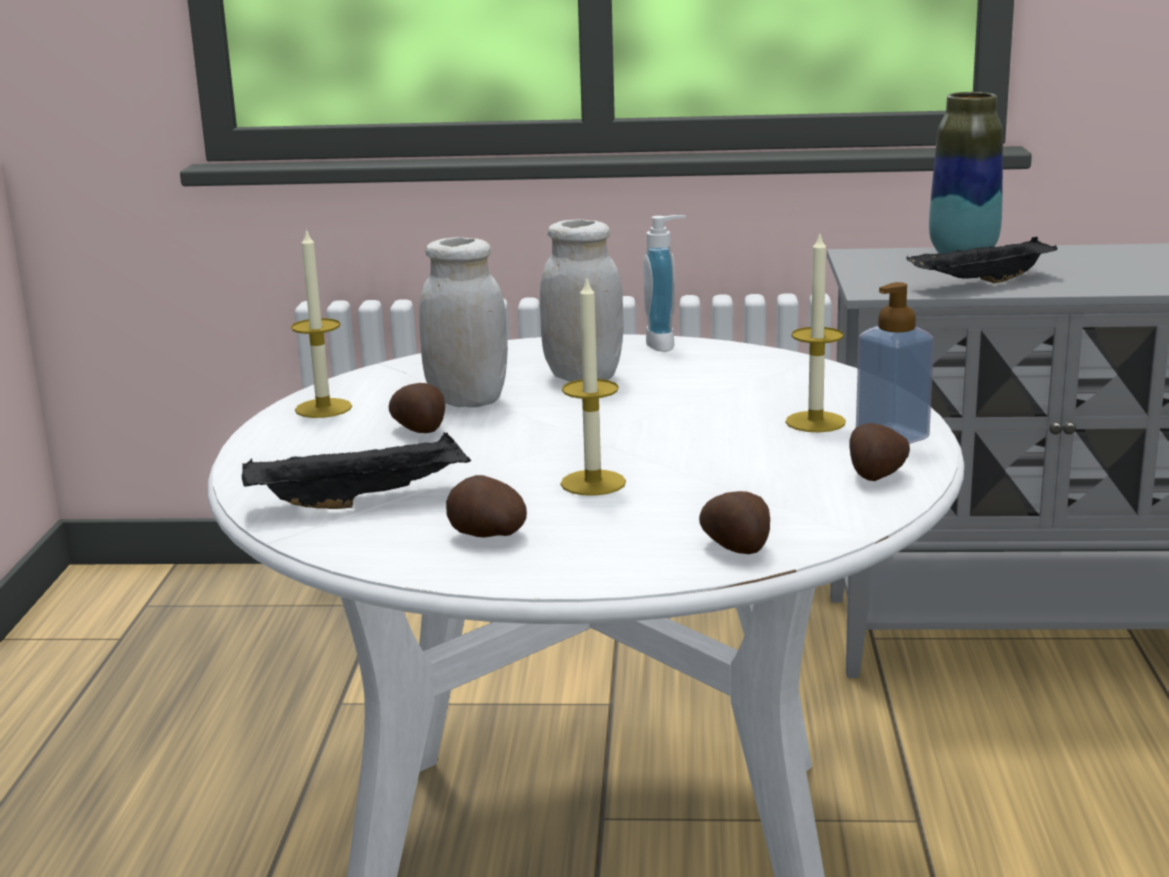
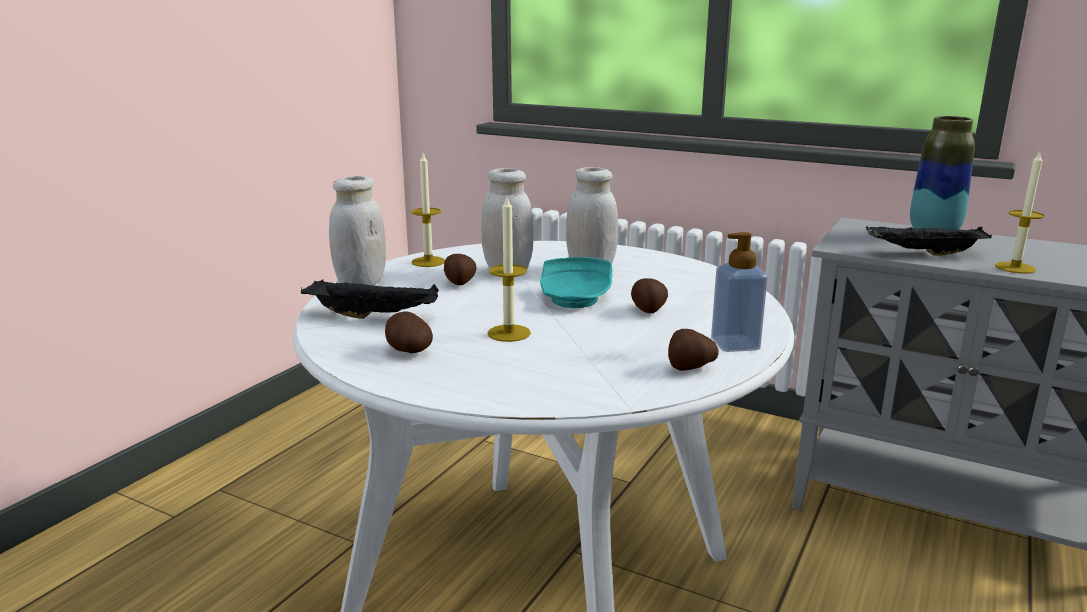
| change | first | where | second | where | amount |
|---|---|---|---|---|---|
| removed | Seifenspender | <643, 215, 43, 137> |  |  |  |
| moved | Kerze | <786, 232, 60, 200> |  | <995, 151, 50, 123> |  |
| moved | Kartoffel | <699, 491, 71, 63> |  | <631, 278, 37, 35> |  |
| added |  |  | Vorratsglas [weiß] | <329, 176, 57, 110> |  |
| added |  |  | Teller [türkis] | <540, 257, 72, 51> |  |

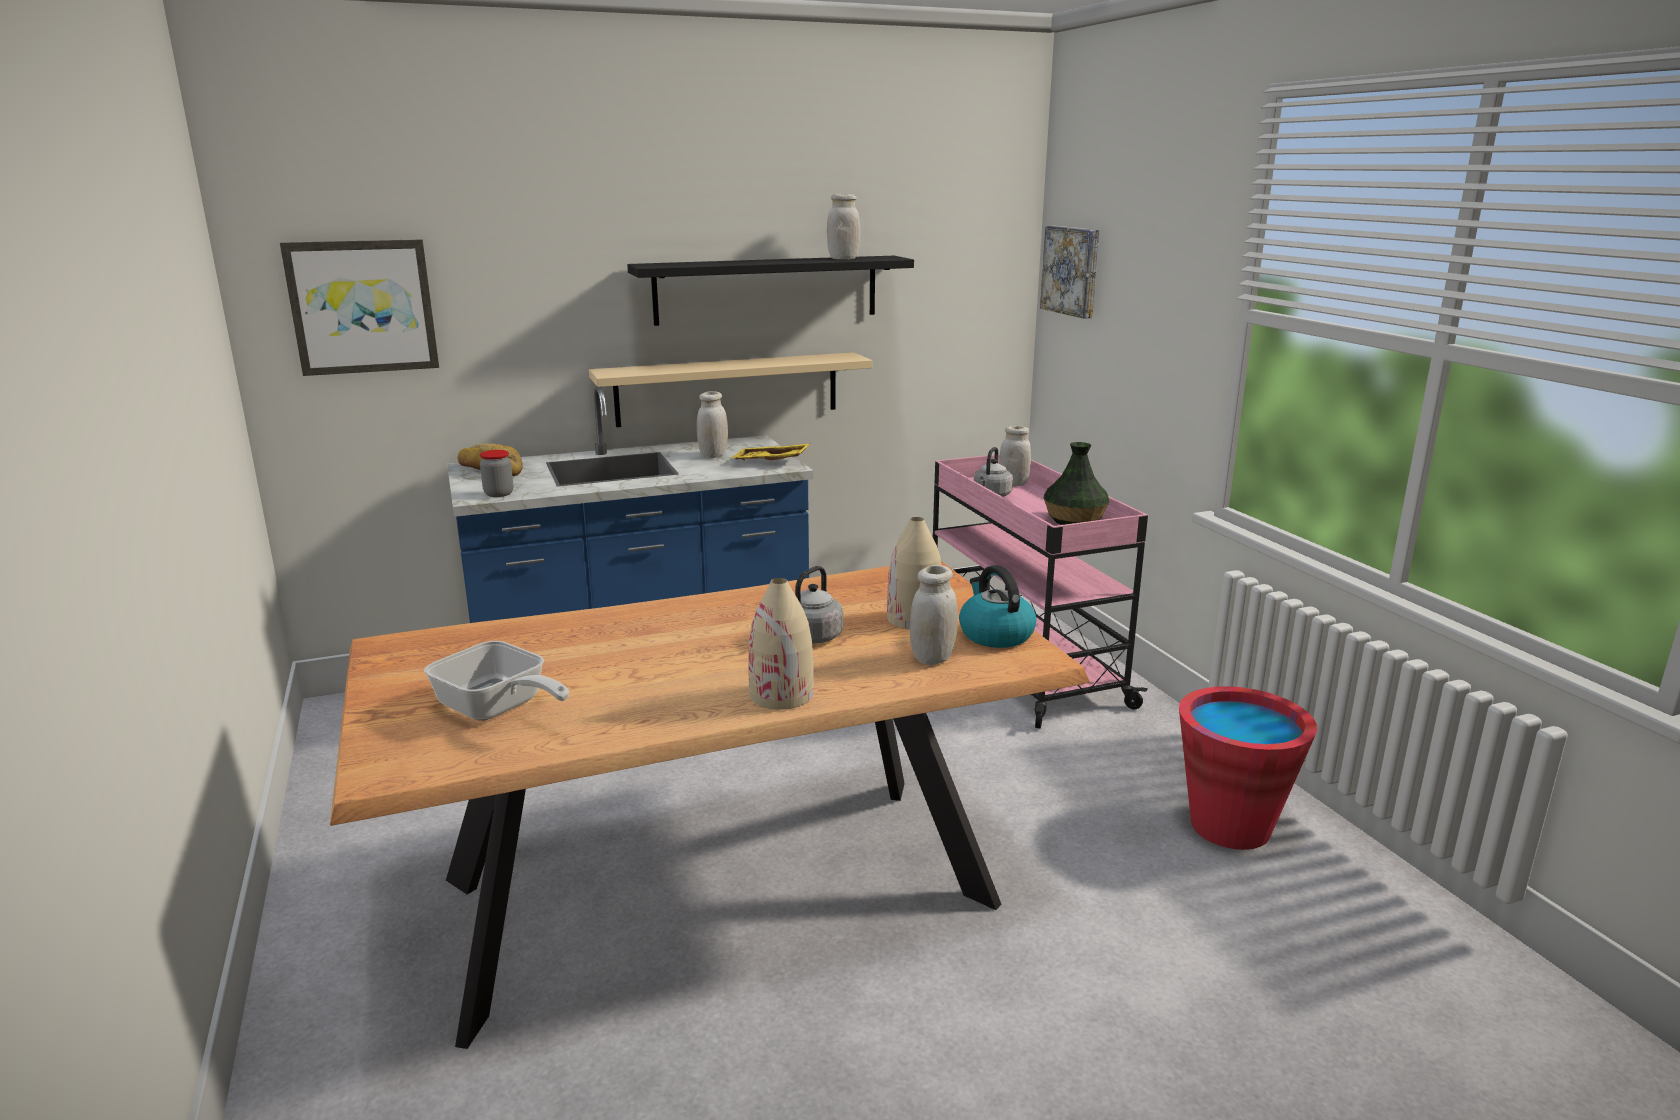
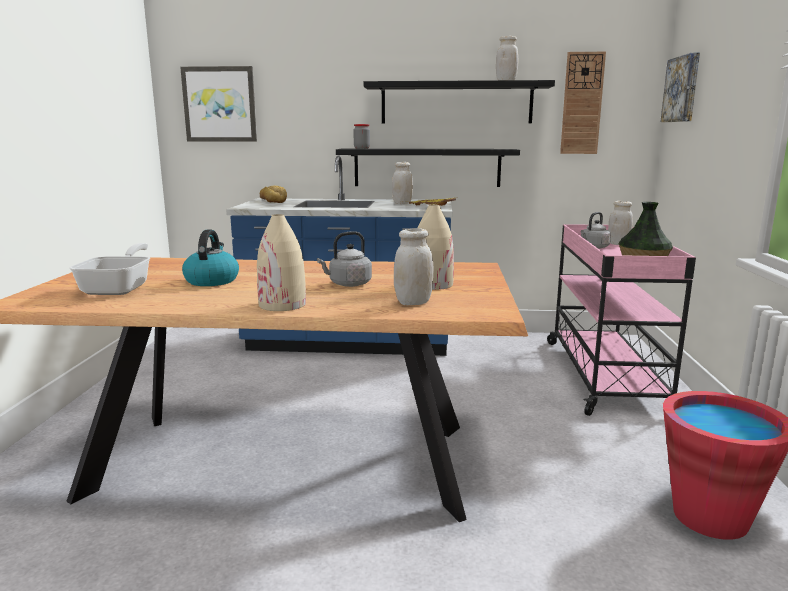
| change | first | where | second | where | amount |
|---|---|---|---|---|---|
| recoloured | Wandregal [beige] | <589, 352, 283, 75> | Wandregal [schwarz] | <336, 149, 184, 38> |  |
| moved | Vorratsglas | <480, 450, 33, 47> |  | <353, 124, 17, 25> |  |
| moved | Wasserkessel | <959, 565, 77, 83> |  | <182, 230, 57, 56> |  |
| turned | Pfanne | <424, 641, 145, 80> |  | <69, 243, 81, 52> | 150 degrees counterclockwise |
| added |  |  | Wanduhr | <560, 52, 46, 102> |  |

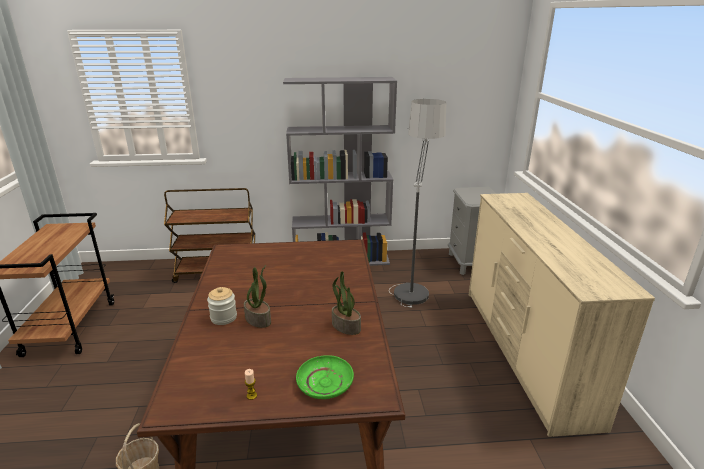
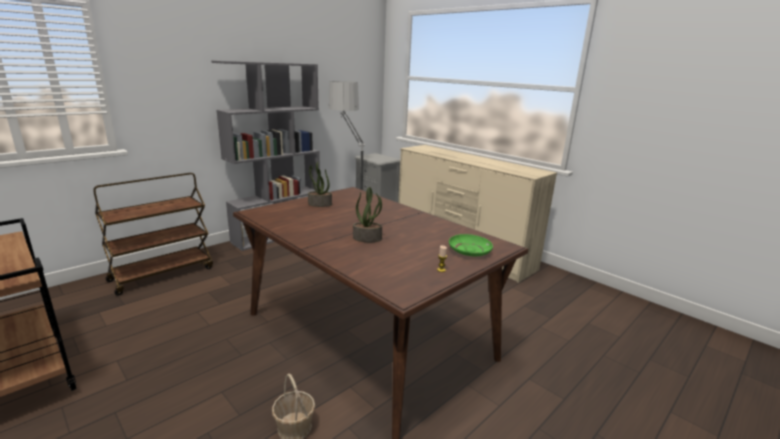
| change | first | where | second | where | amount |
|---|---|---|---|---|---|
| moved | Topfpflanze | <332, 271, 29, 64> |  | <308, 162, 24, 45> |  |
| removed | Vorratsglas | <207, 287, 30, 38> |  |  |  |

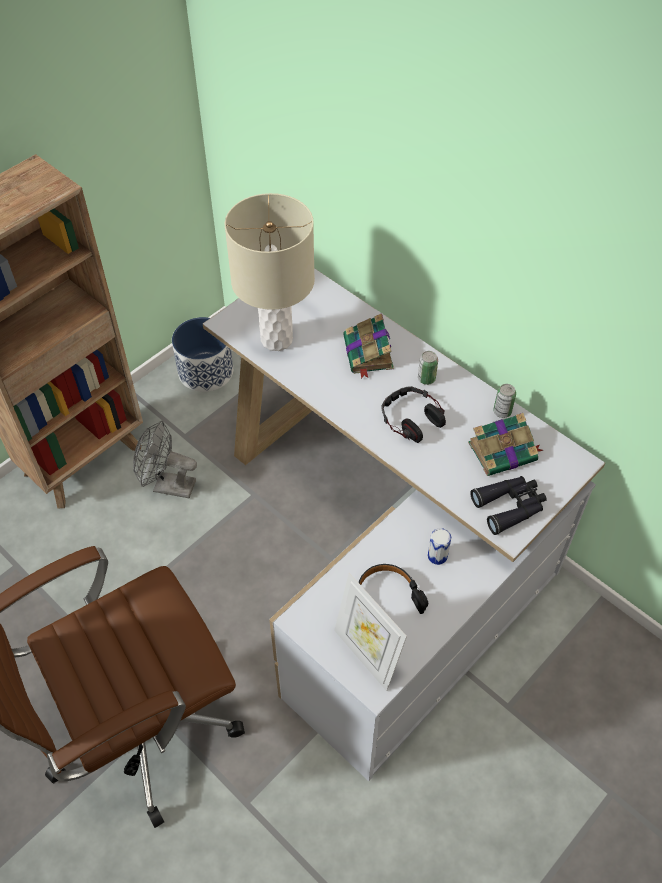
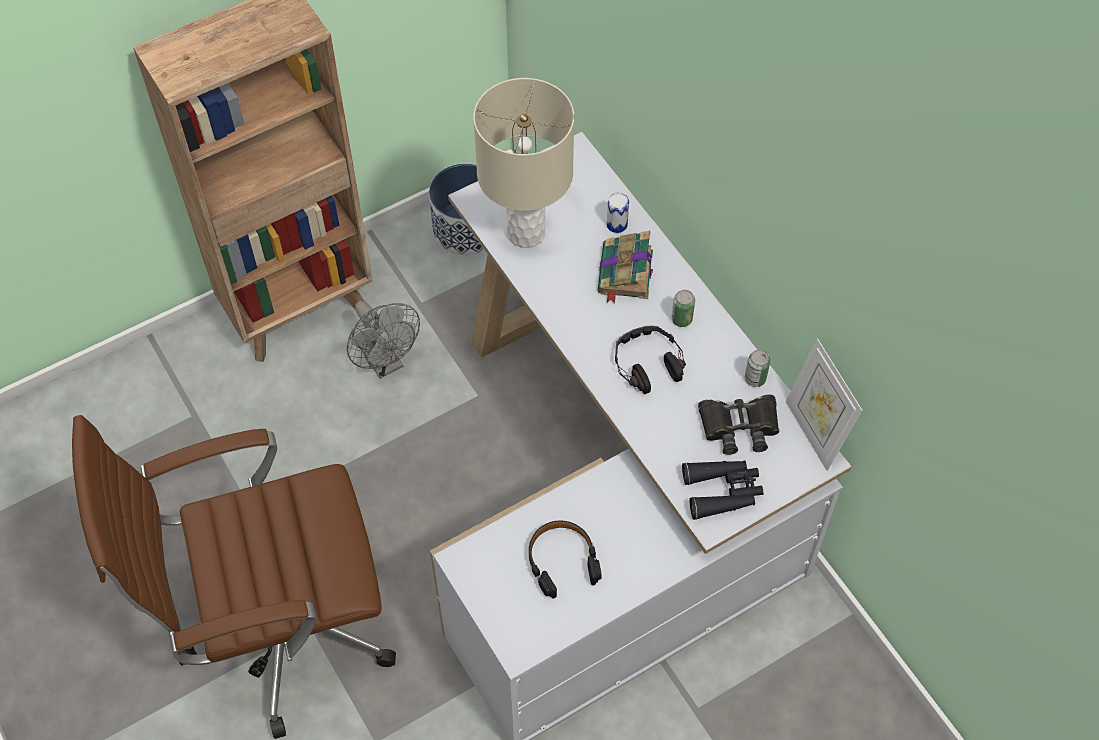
| change | first | where | second | where | amount |
|---|---|---|---|---|---|
| replaced | Buch | <468, 413, 75, 63> | Fernglas [schwarz] | <698, 394, 81, 61> |  |
| turned | Ventilator [grau] | <133, 421, 64, 77> |  | <347, 301, 73, 78> | 150 degrees counterclockwise |
| moved | Dose | <428, 528, 23, 37> |  | <607, 193, 22, 40> |  |
| moved | Bilderrahmen | <334, 573, 73, 118> |  | <786, 338, 76, 133> |  |

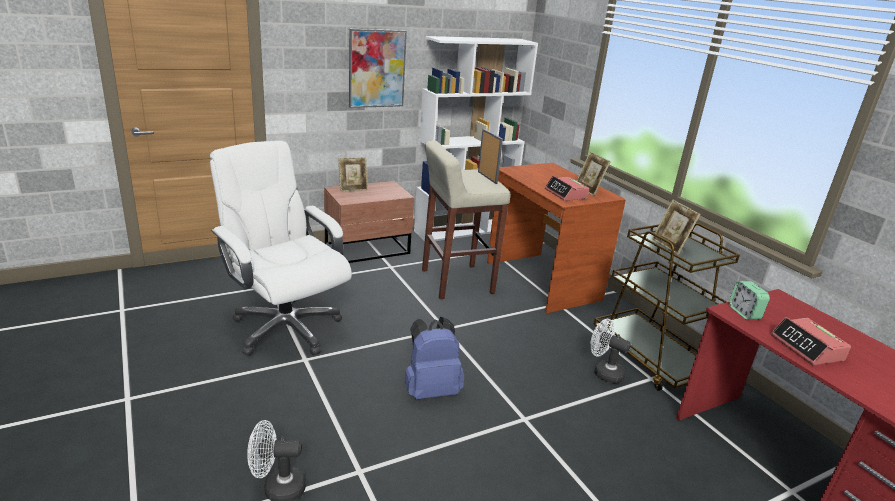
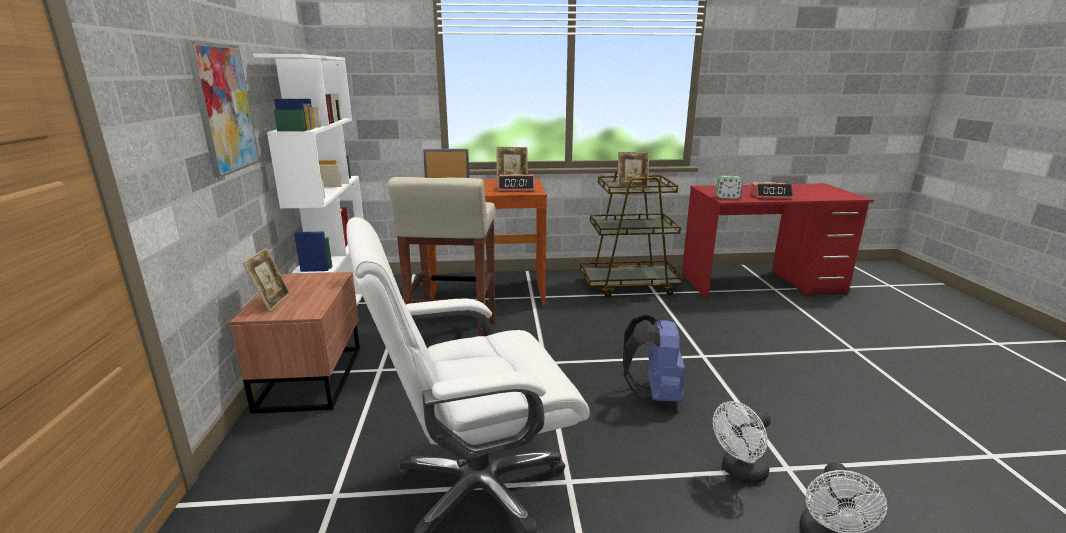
| change | first | where | second | where | amount |
|---|---|---|---|---|---|
| moved | Ventilator [weiß] | <591, 319, 40, 65> |  | <713, 401, 58, 83> |  |

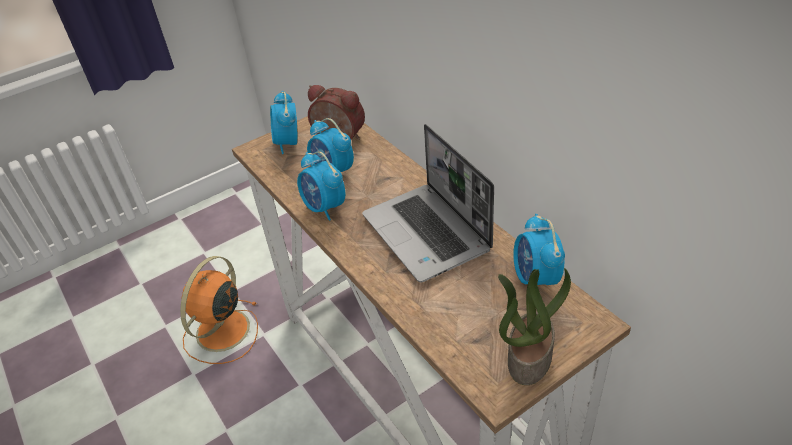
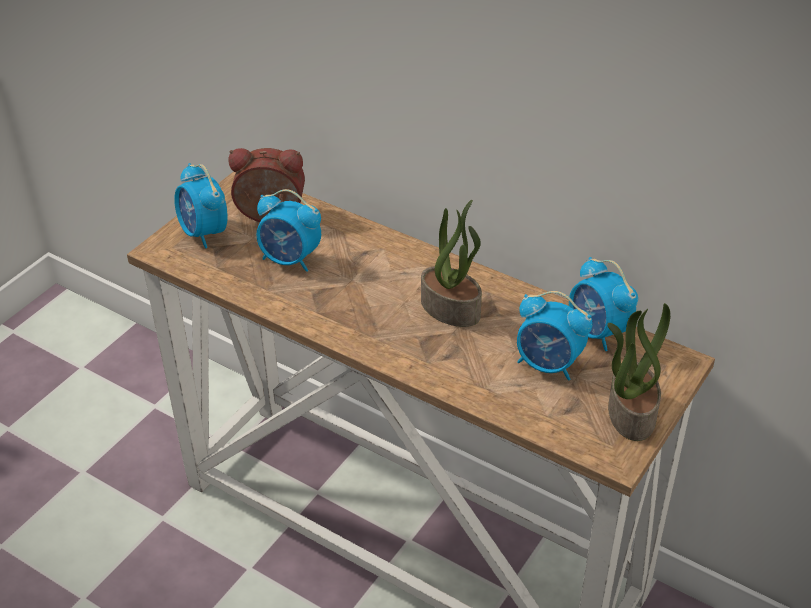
| change | first | where | second | where | amount |
|---|---|---|---|---|---|
| replaced | Laptop | <362, 124, 132, 158> | Topfpflanze | <421, 200, 61, 127> |  |
| moved | Wecker | <297, 151, 48, 70> |  | <517, 291, 76, 89> |  |
| removed | Ventilator [orange] | <180, 256, 78, 108> |  |  |  |

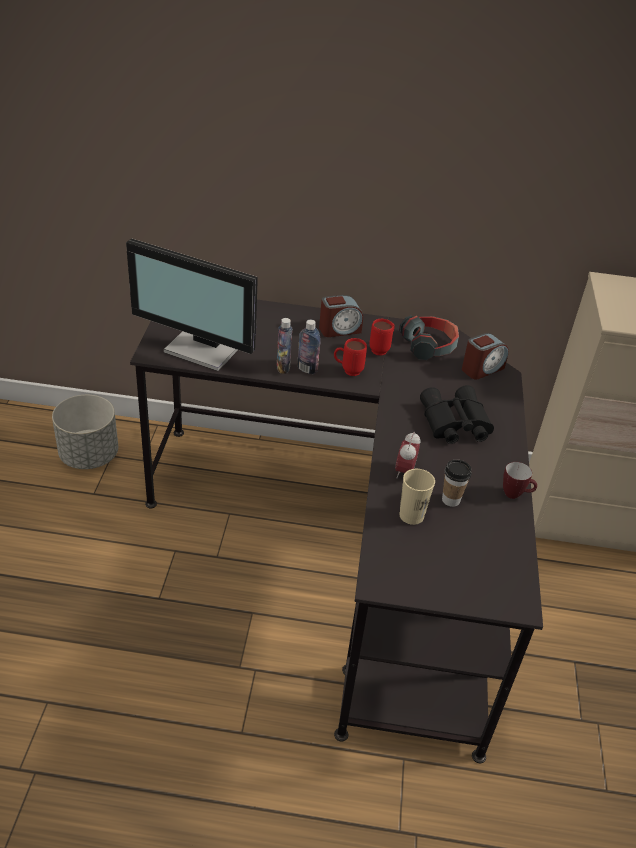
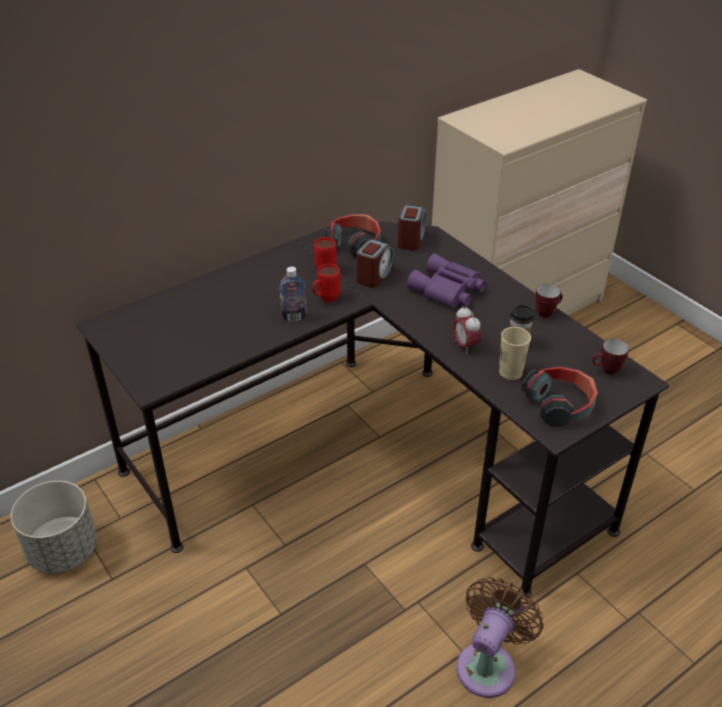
| change | first | where | second | where | amount |
|---|---|---|---|---|---|
| removed | Monitor | <126, 238, 132, 133> |  |  |  |
| moved | Wecker | <319, 295, 44, 42> |  | <357, 239, 37, 49> |  |
| removed | Flasche | <276, 318, 16, 56> |  |  |  |
| recoloured | Fernglas [schwarz] | <420, 385, 74, 59> | Fernglas [lila] | <407, 253, 79, 55> |  |
| added |  |  | Henkelbecher | <592, 339, 37, 36> |  |
| added |  |  | Kopfhörer | <521, 367, 77, 60> |  |
| added |  |  | Ventilator [braun] | <456, 577, 88, 121> |  |

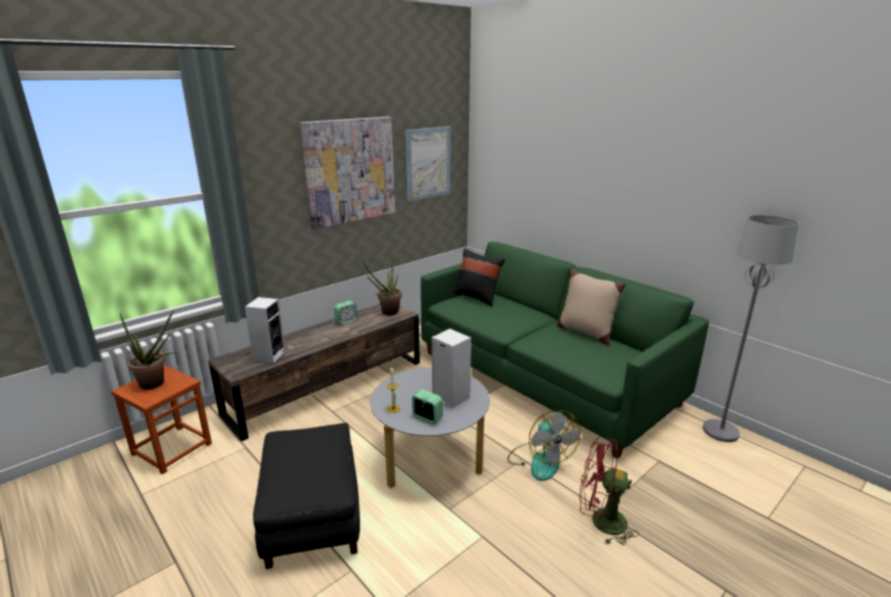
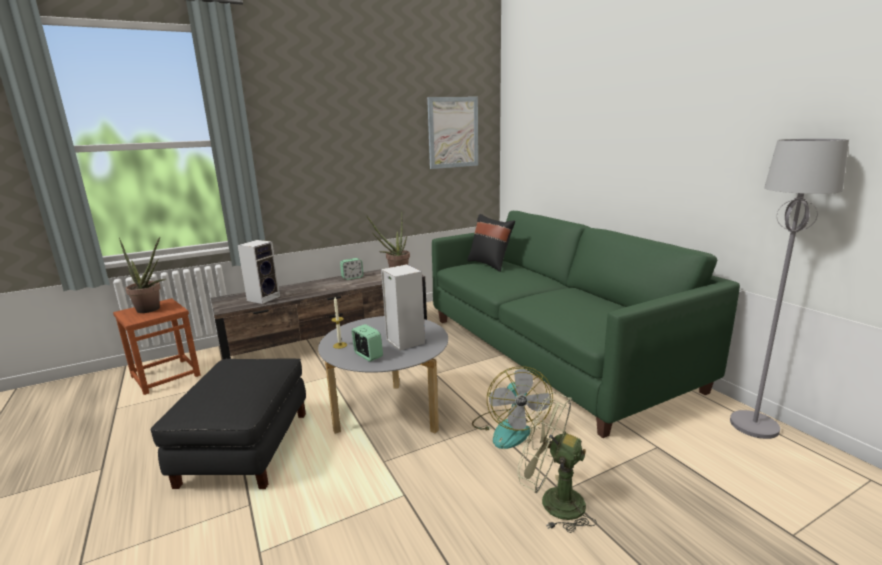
| change | first | where | second | where | amount |
|---|---|---|---|---|---|
| removed | Bild | <301, 117, 94, 112> |  |  |  |
| removed | Kissen [beige] | <557, 268, 69, 77> |  |  |  |
| recoloured | Ventilator [rot] | <579, 436, 60, 109> | Ventilator [grün] | <517, 392, 80, 141> |  |

